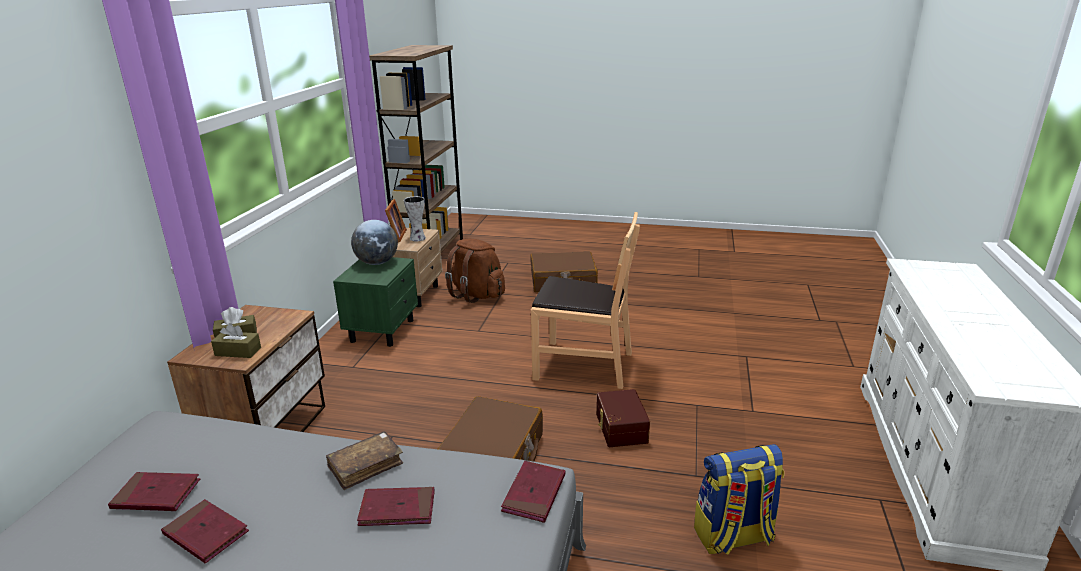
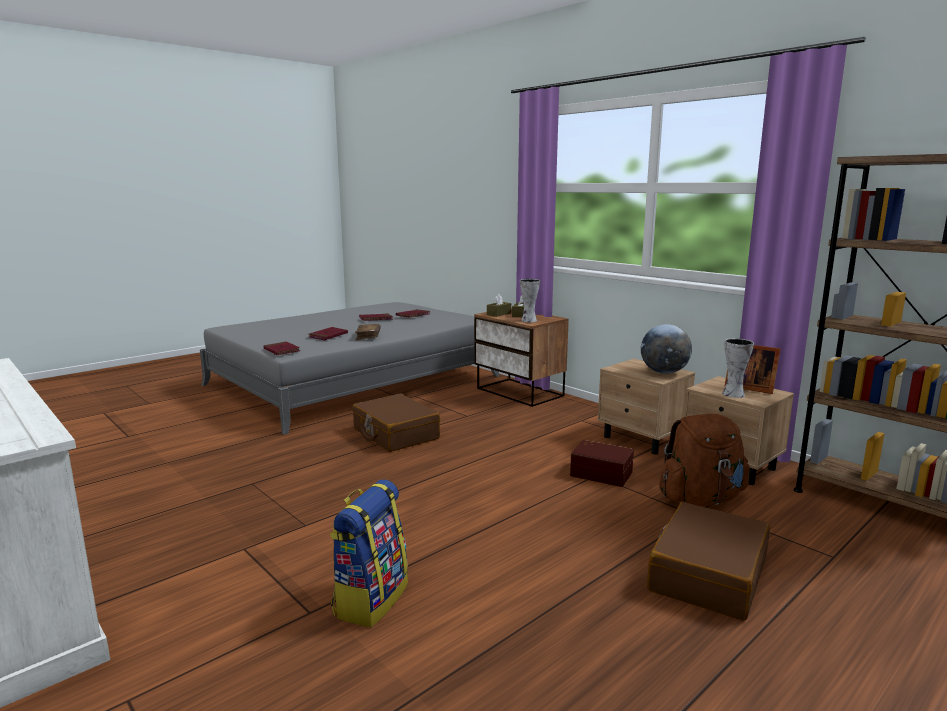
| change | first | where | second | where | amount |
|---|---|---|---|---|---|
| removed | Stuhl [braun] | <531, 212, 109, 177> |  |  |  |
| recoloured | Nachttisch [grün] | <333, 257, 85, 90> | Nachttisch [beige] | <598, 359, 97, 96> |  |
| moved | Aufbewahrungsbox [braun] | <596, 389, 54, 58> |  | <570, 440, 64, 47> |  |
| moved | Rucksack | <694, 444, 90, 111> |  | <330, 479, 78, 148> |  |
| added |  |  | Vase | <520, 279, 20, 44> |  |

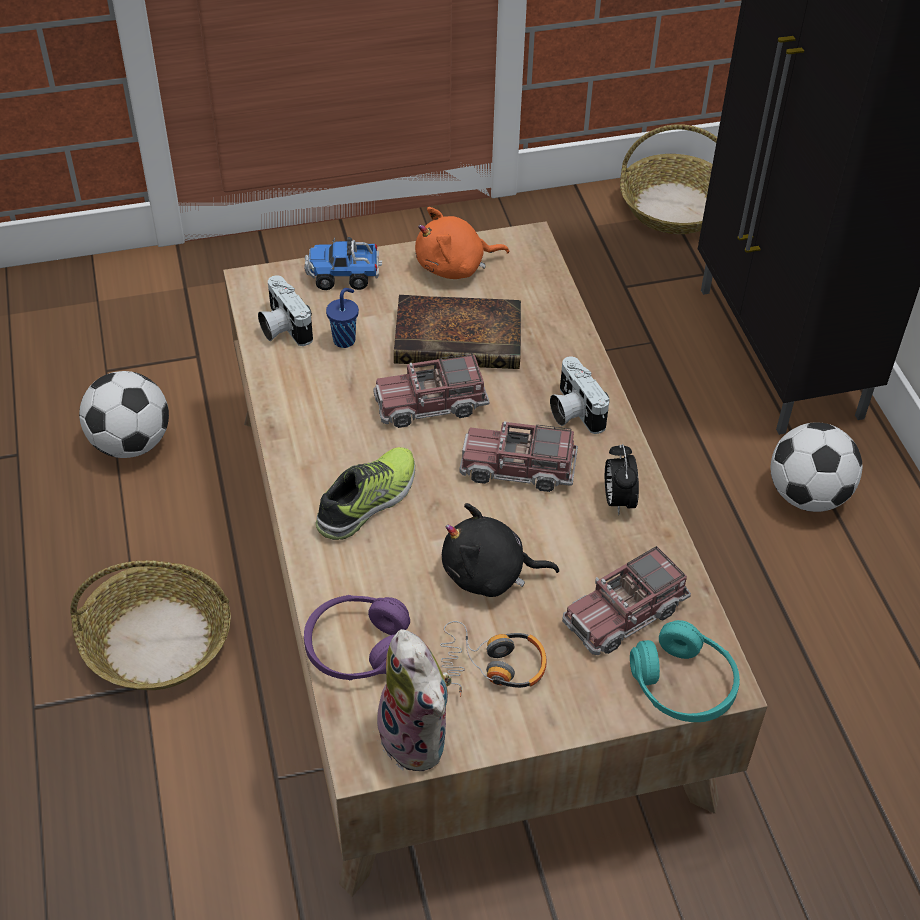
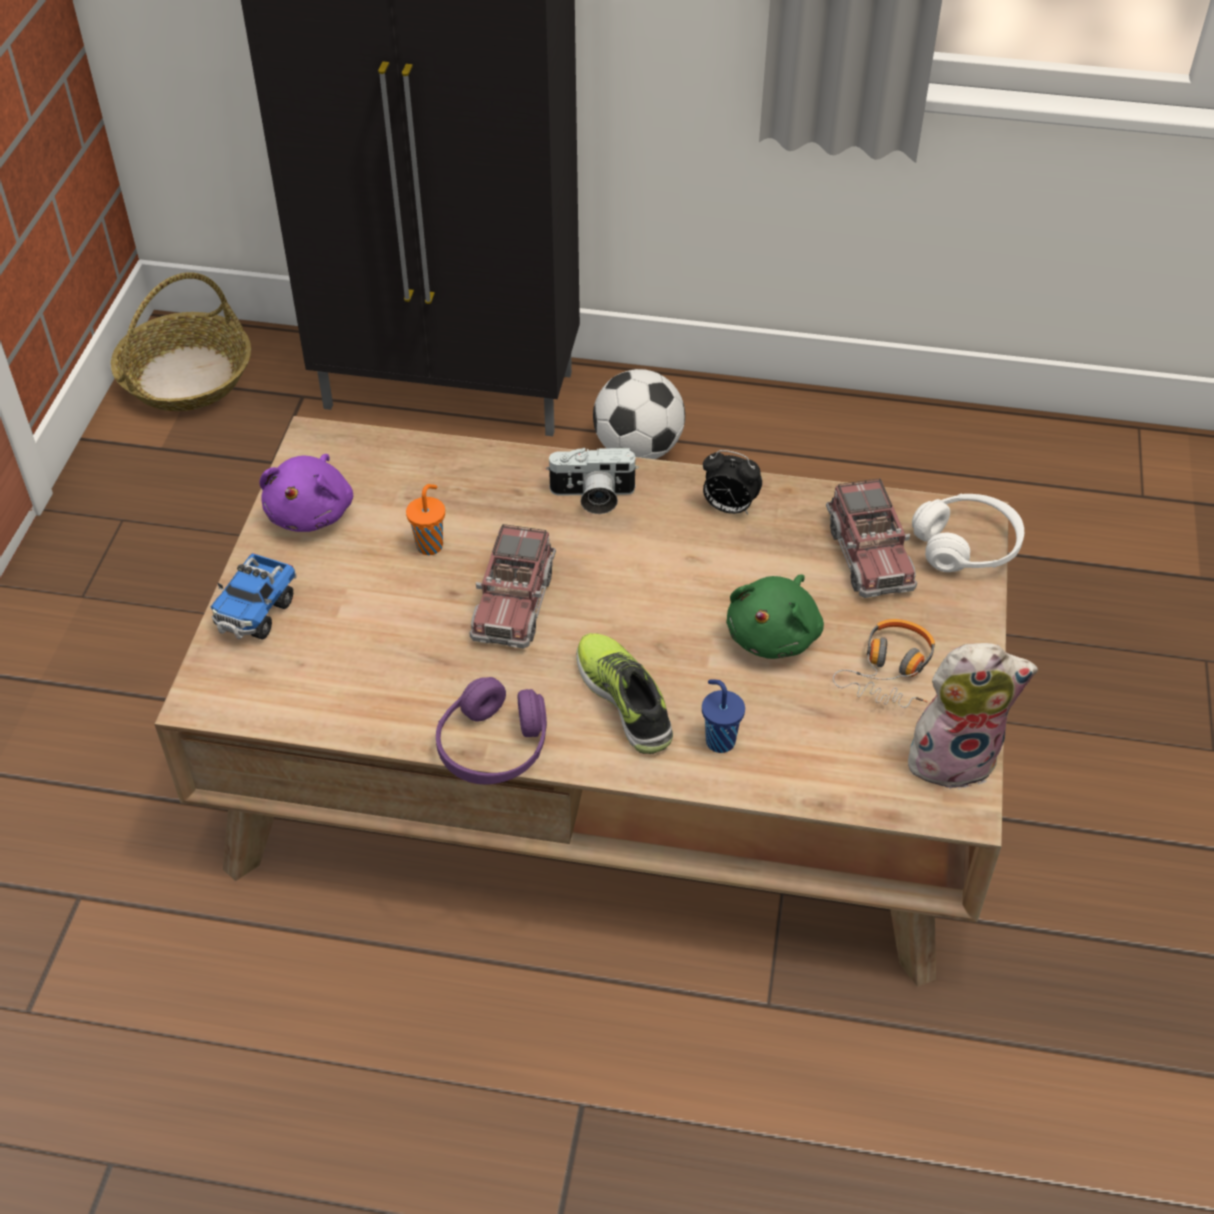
| change | first | where | second | where | amount |
|---|---|---|---|---|---|
| recoloured | Plüschtier [orange] | <415, 207, 94, 72> | Plüschtier [lila] | <260, 454, 93, 78> |  |
| removed | Kamera | <258, 275, 55, 71> |  |  |  |
| moved | Tasse [blau] | <326, 288, 33, 60> |  | <702, 679, 43, 74> |  |
| replaced | Buch | <394, 295, 127, 74> | Tasse [orange] | <406, 484, 39, 71> |  |
| removed | Fußball | <79, 371, 90, 87> |  |  |  |
| removed | Spielzeuglaster | <459, 421, 119, 71> |  |  |  |
| recoloured | Plüschtier [schwarz] | <442, 503, 117, 94> | Plüschtier [grün] | <726, 574, 98, 85> |  |
| removed | Korb | <70, 560, 161, 130> |  |  |  |
| moved | Kopfhörer [lila] | <304, 595, 106, 85> |  | <436, 677, 111, 107> |  |
| recoloured | Kopfhörer [türkis] | <630, 620, 110, 102> | Kopfhörer [weiß] | <912, 493, 112, 79> |  |

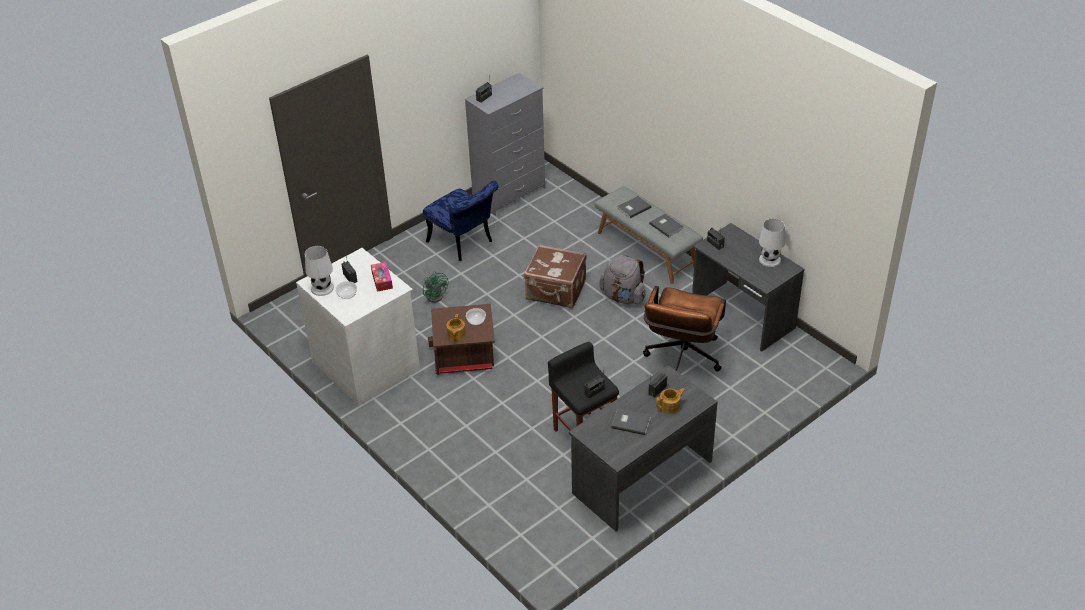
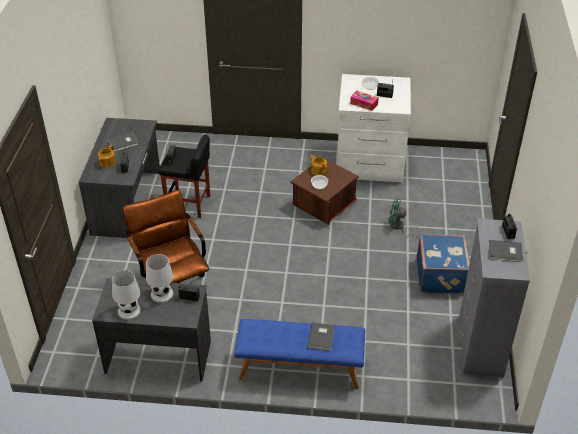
| change | first | where | second | where | amount |
|---|---|---|---|---|---|
| replaced | Stuhl [blau] | <423, 181, 76, 80> | Koffer [blau] | <417, 234, 53, 60> |  |
| recoloured | Bank [grau] | <595, 186, 108, 98> | Bank [blau] | <234, 319, 131, 70> |  |
| moved | Buch [grau] | <649, 214, 35, 24> |  | <488, 240, 35, 22> |  |
| removed | Koffer [braun] | <524, 245, 63, 63> |  |  |  |
| moved | Tischlampe [weiß] | <305, 246, 29, 50> |  | <146, 254, 27, 49> |  |
| removed | Rucksack [grau] | <599, 255, 47, 49> |  |  |  |

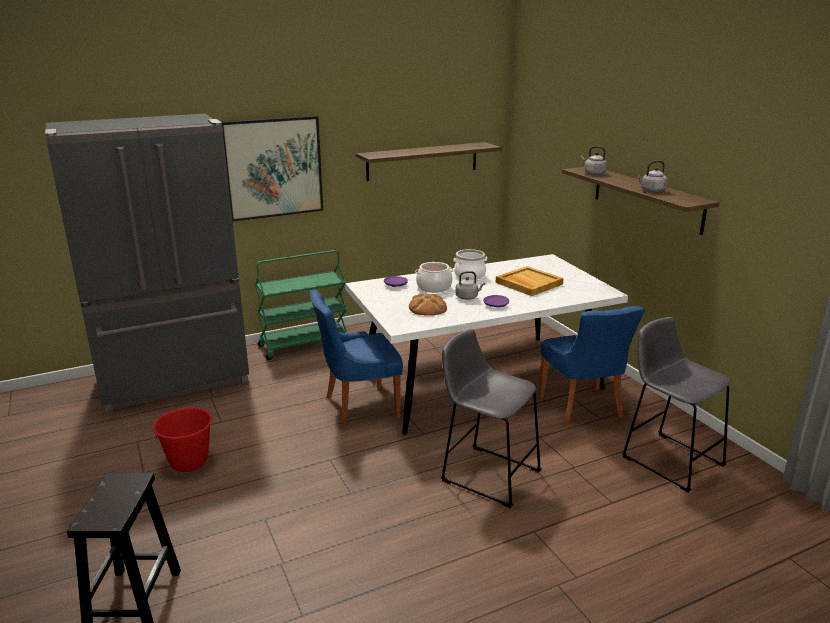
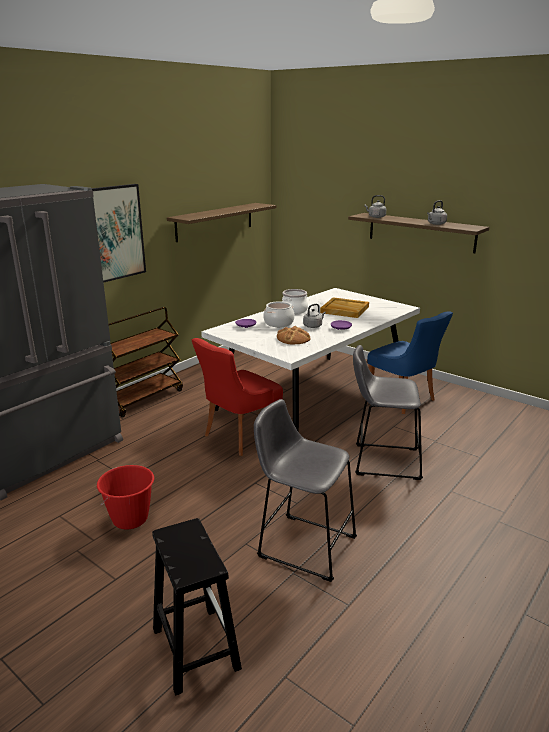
| change | first | where | second | where | amount |
|---|---|---|---|---|---|
| recoloured | Rollwagen [grün] | <255, 250, 92, 110> | Rollwagen [braun] | <109, 307, 74, 110> |  |
| recoloured | Stuhl [blau] | <310, 290, 93, 137> | Stuhl [rot] | <192, 338, 91, 118> |  |
| moved | Hocker [grau] | <622, 317, 108, 175> |  | <254, 399, 103, 183> |  |

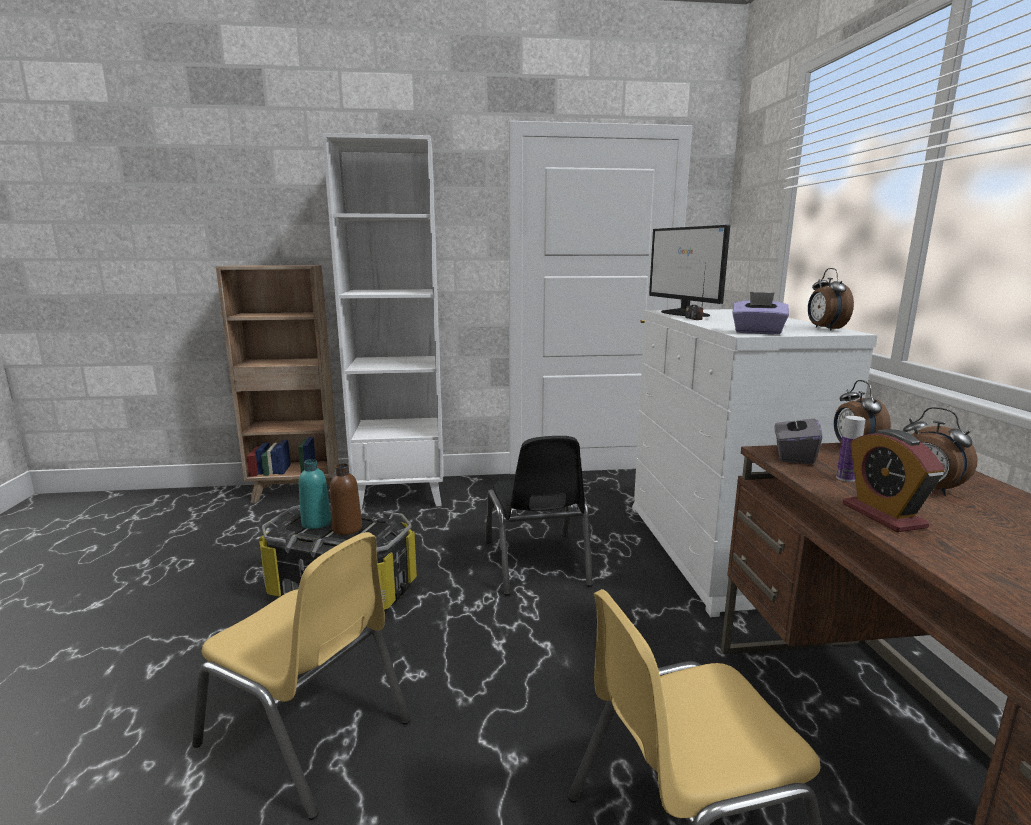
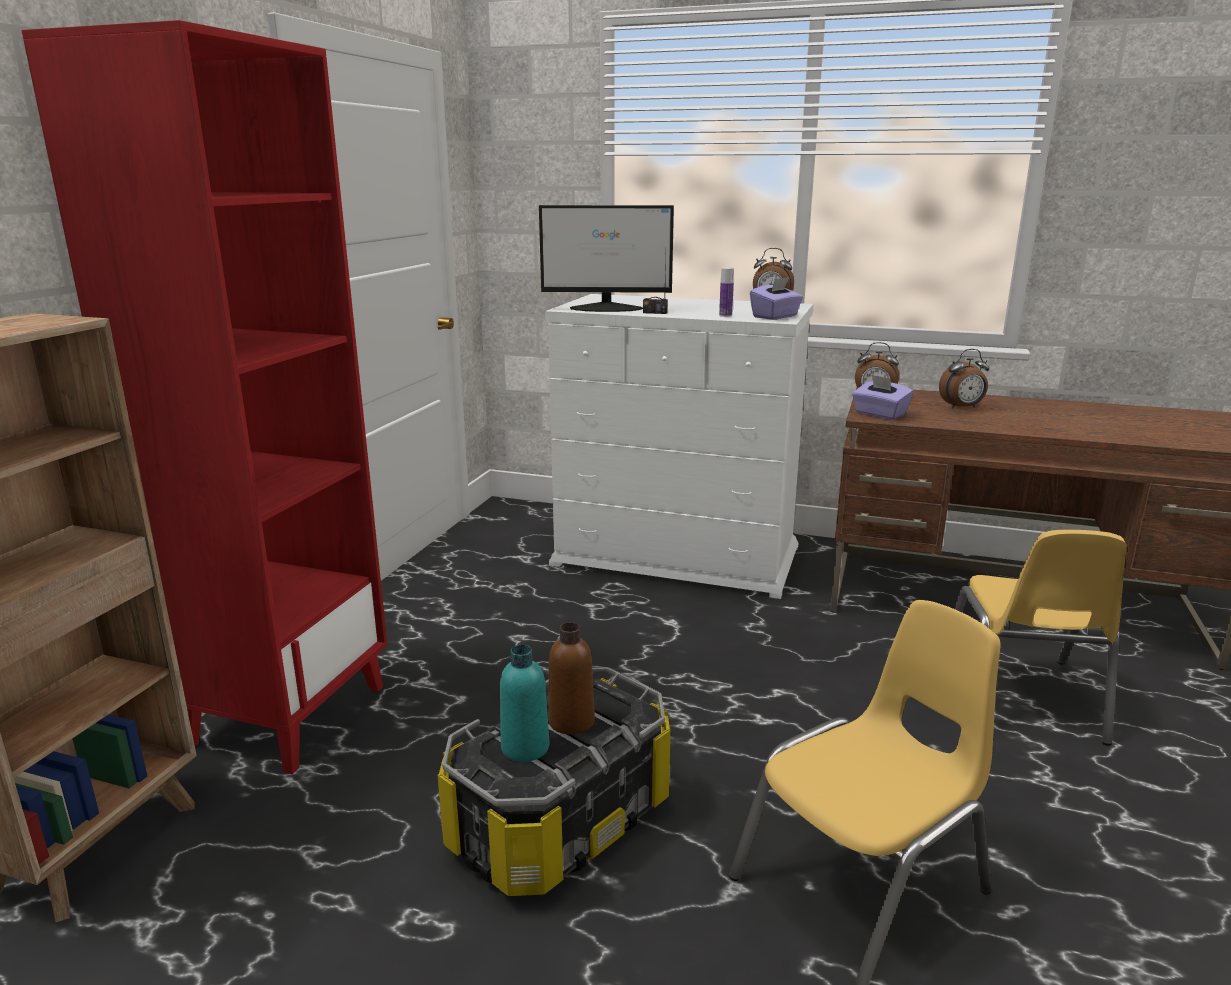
| change | first | where | second | where | amount |
|---|---|---|---|---|---|
| recoloured | Bücherregal [weiß] | <322, 133, 121, 377> | Bücherregal [rot] | <21, 20, 366, 754> |  |
| recoloured | Taschentuchbox [grau] | <775, 408, 47, 57> | Taschentuchbox [lila] | <852, 375, 61, 45> |  |
| moved | Flasche | <836, 416, 29, 66> |  | <719, 267, 15, 50> |  |
| removed | Wecker | <843, 429, 102, 103> |  |  |  |
| removed | Stuhl [schwarz] | <485, 436, 108, 160> |  |  |  |

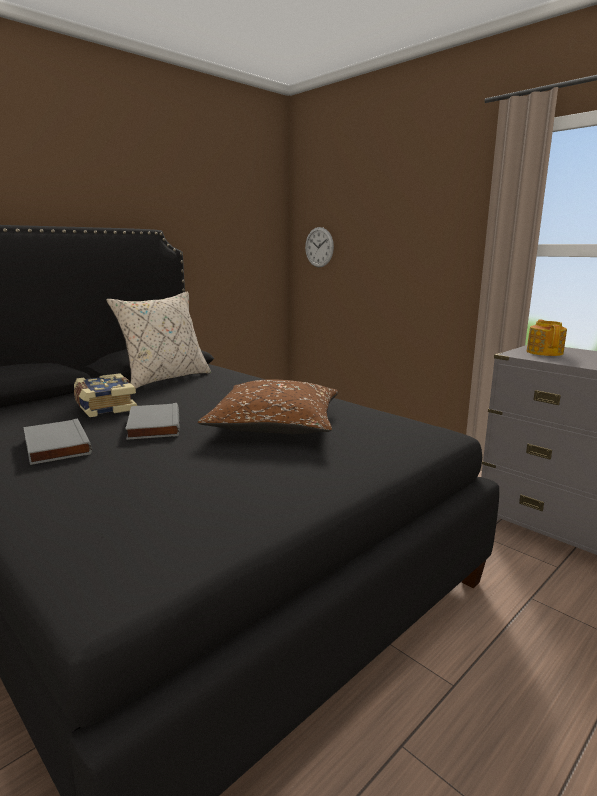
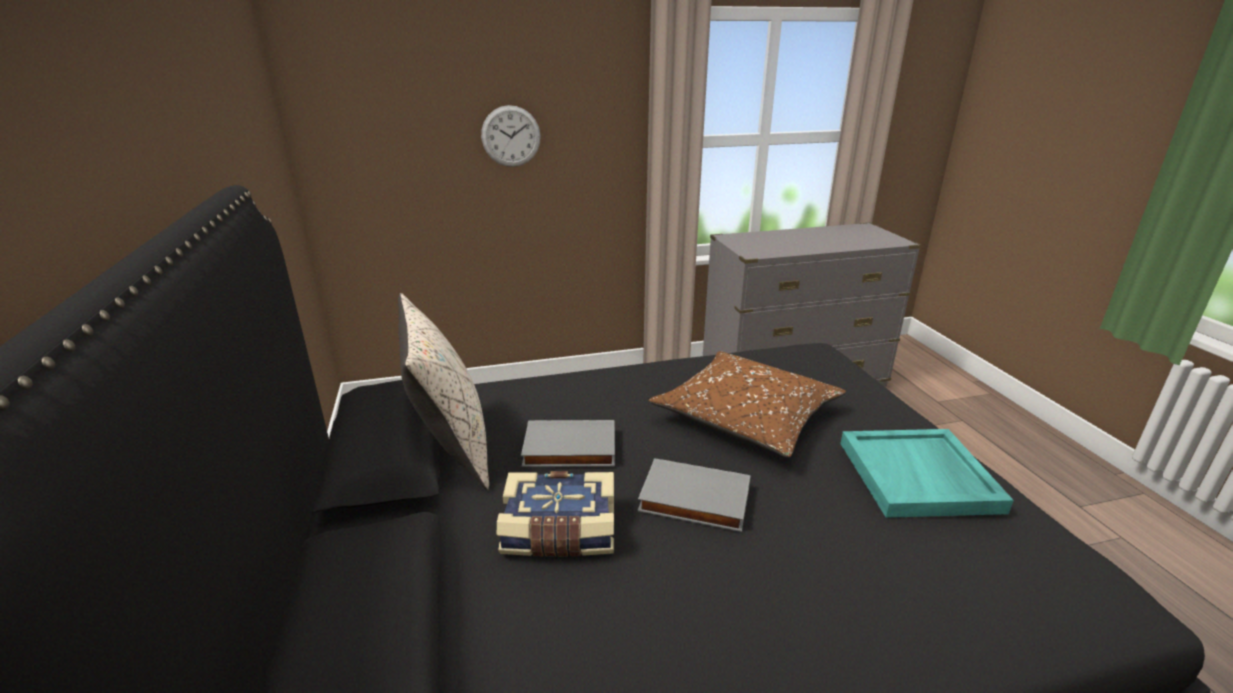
| change | first | where | second | where | amount |
|---|---|---|---|---|---|
| moved | Wanduhr | <305, 227, 29, 40> |  | <481, 105, 60, 62> |  |
| removed | Teekanne | <527, 320, 40, 36> |  |  |  |
| moved | Buch [grau] | <23, 419, 69, 46> |  | <521, 420, 94, 47> |  |
| added |  |  | Tablett [türkis] | <840, 429, 174, 89> |  |

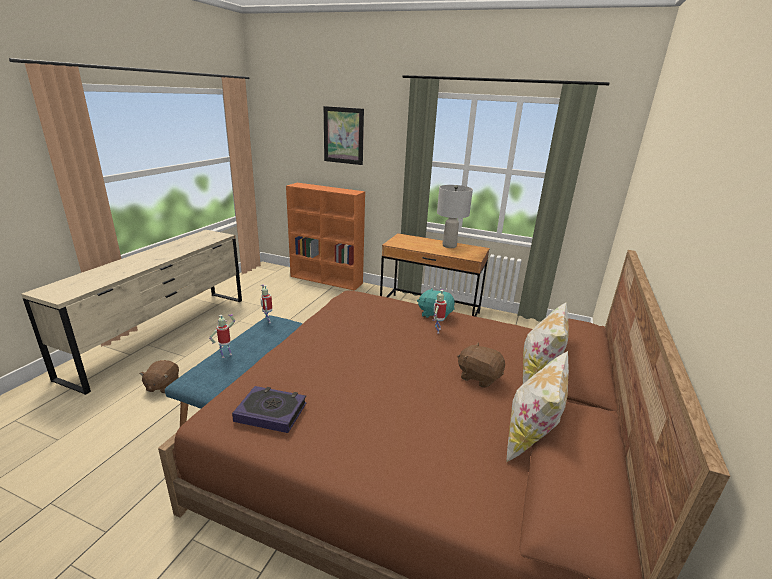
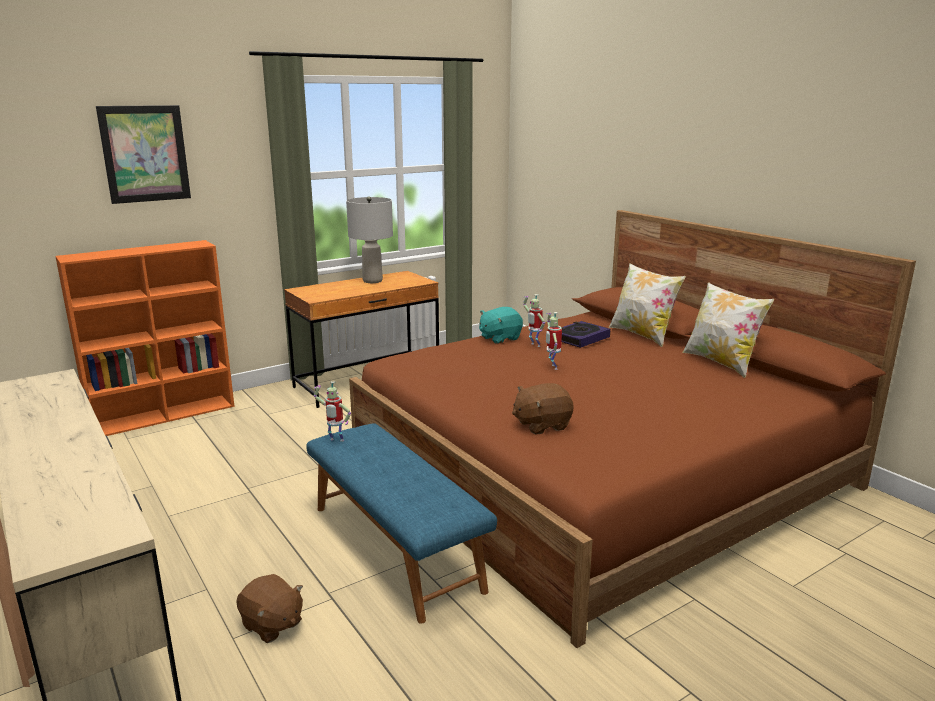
| change | first | where | second | where | amount |
|---|---|---|---|---|---|
| moved | Spielzeugroboter | <209, 314, 26, 44> |  | <546, 312, 16, 58> |  |
| moved | Plüschtier [braun] | <457, 342, 48, 46> |  | <512, 383, 62, 52> |  |
| moved | Buch | <232, 386, 75, 47> |  | <562, 321, 48, 27> |  |

